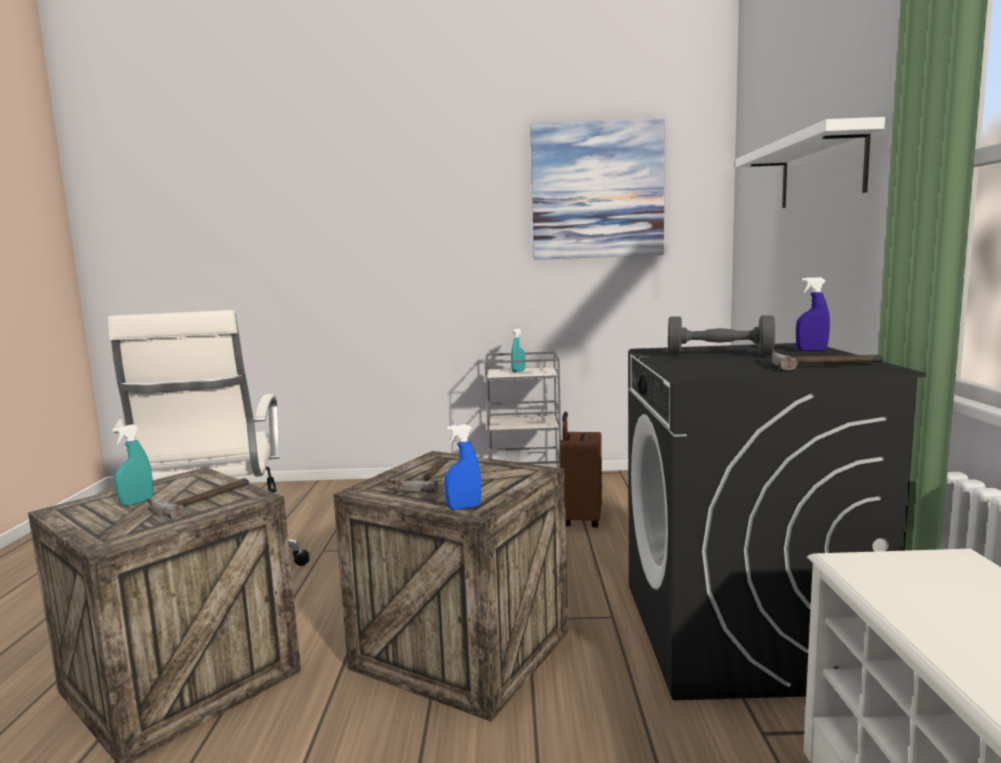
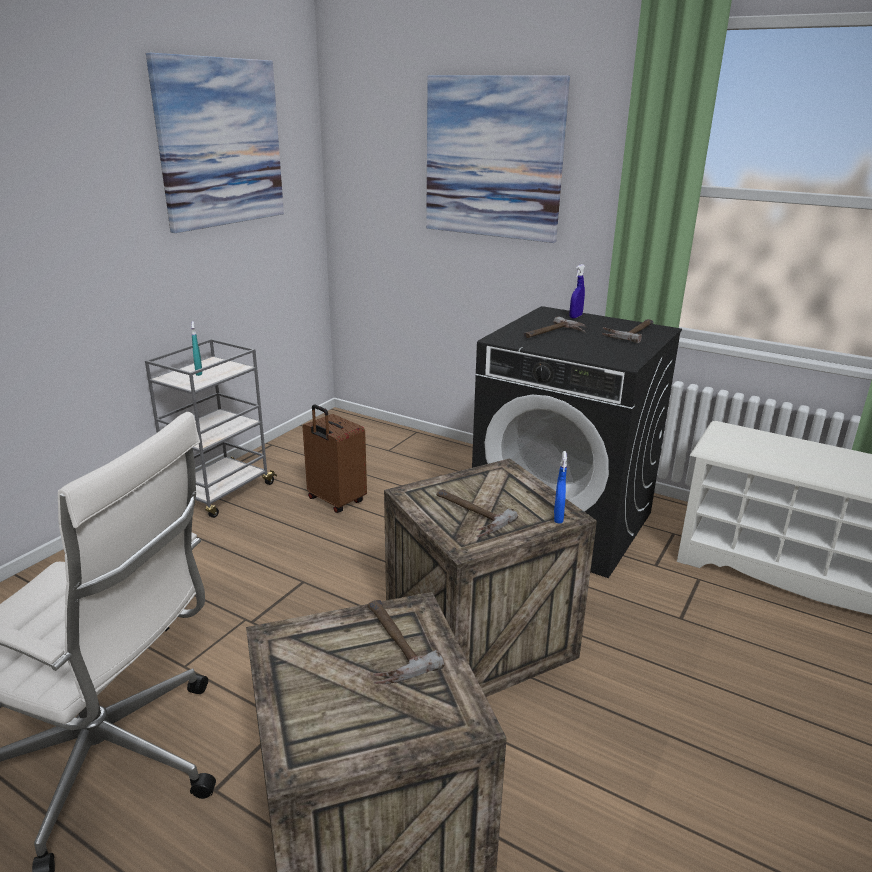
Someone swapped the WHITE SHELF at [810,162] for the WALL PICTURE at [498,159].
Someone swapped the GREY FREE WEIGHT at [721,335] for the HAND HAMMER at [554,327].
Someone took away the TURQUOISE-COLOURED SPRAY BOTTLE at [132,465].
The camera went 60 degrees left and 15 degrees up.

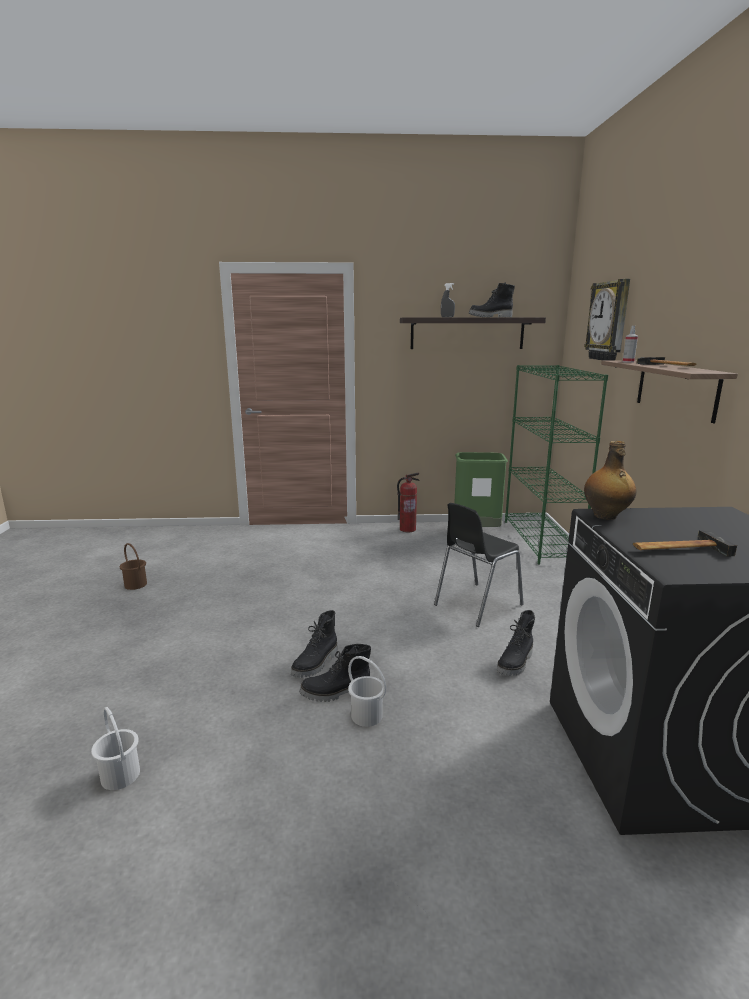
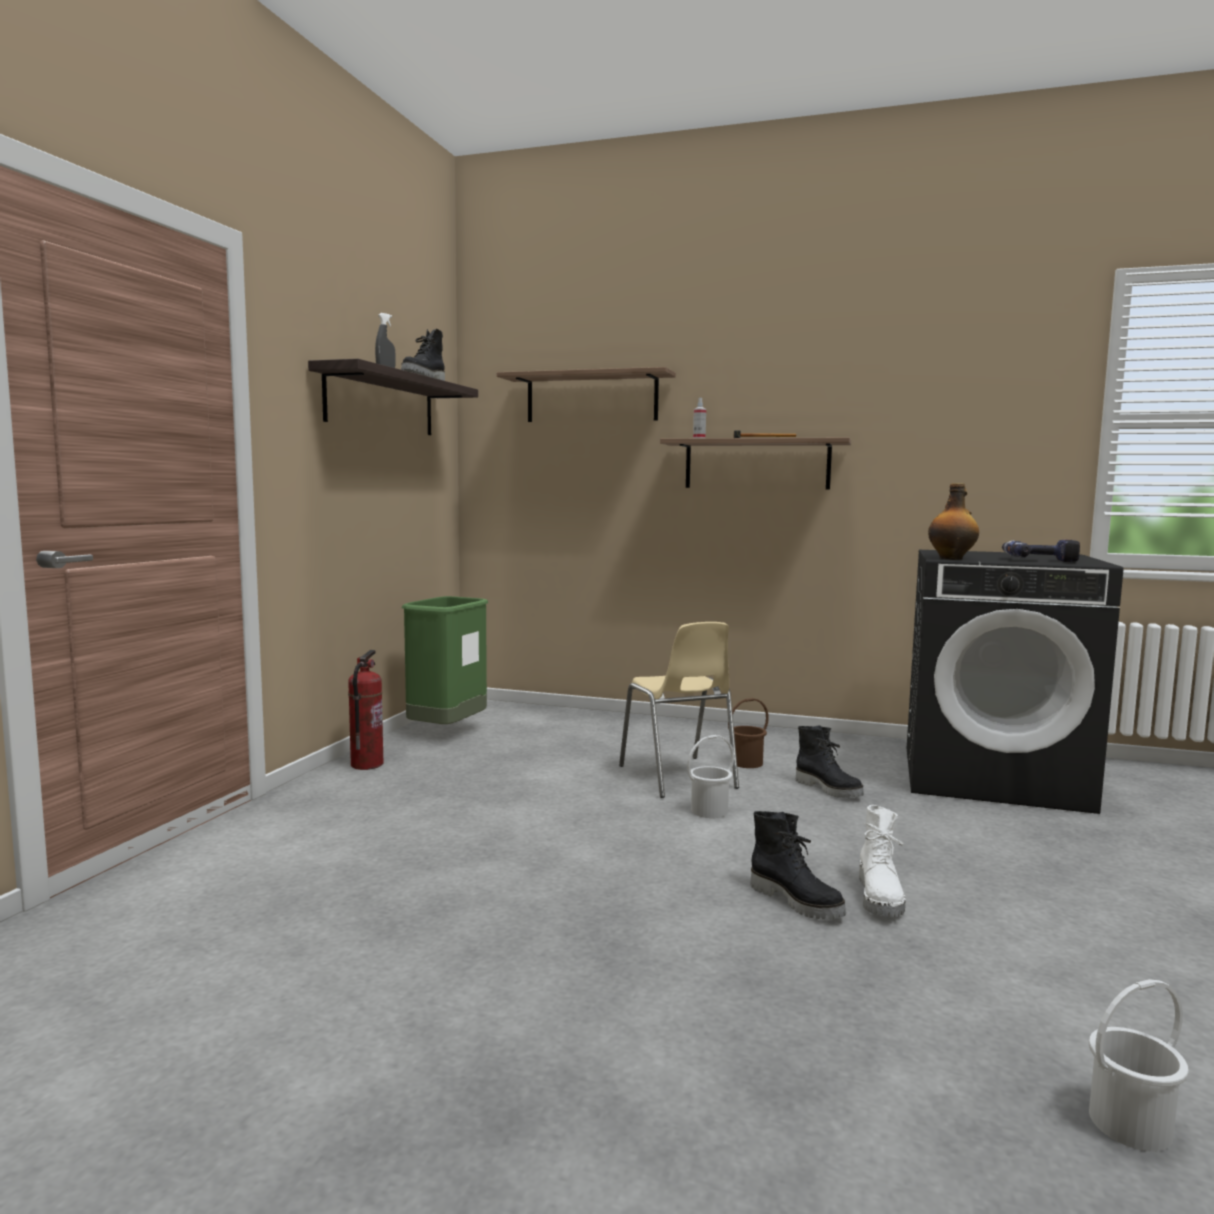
Someone swapped the HANGING CLOCK at [607,320] for the SHELF at [586,394].
Someone took away the GREENISH SHELVING UNIT at [556,464].
Someone repainted the BLACK CHAIR at [479,565], which became the SAND-COLOURED CHAIR at [679,710].
Someone swapped the HAND HAMMER at [685,543] for the POWER DRILL at [1041,550].
Someone carried the BROWN-COLOURED WATER BUCKET from [133,566] to [748,733].
Someone repainted the BLACK TALL BOOT at [335,673], which became the WHITE TALL BOOT at [882,861].
Someone carried the WHITE WATER BUCKET from [367,691] to [710,776].
The camera went 70 degrees left and 10 degrees down.

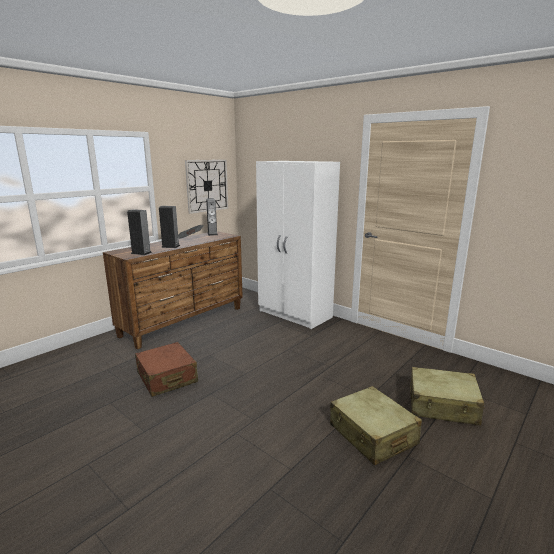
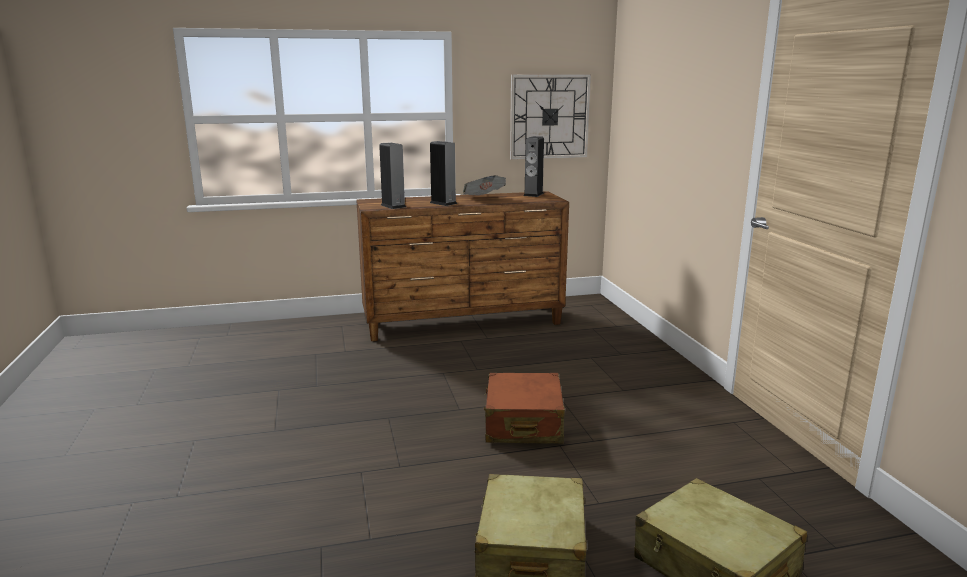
Someone took away the WHITE WARDROBE at [298,245].
Someone carried the BROWN-COLOURED SUITCASE from [166,369] to [524,408].
The camera went 35 degrees right and 0 degrees up.

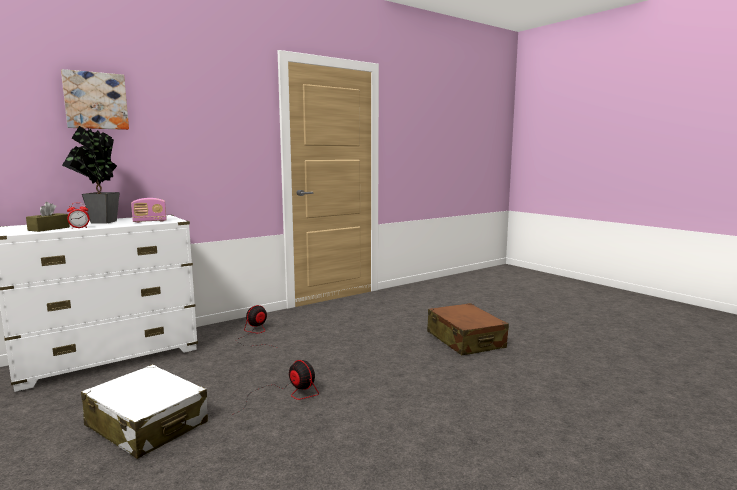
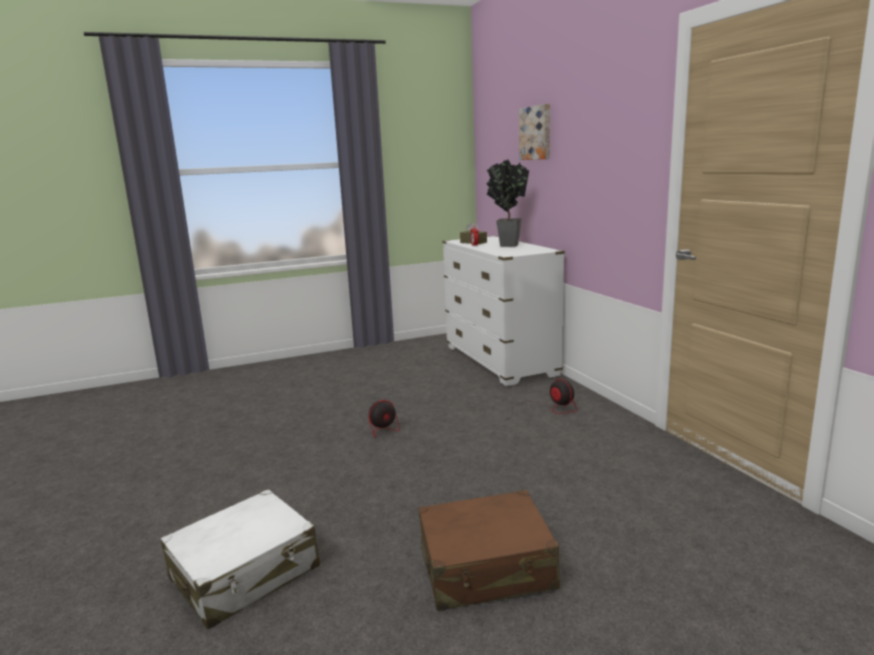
Someone took away the RADIO RECEIVER at [149,210].
Someone carried the WHITE SUITCASE from [144,411] to [240,559].
The camera went 105 degrees right and 5 degrees up.

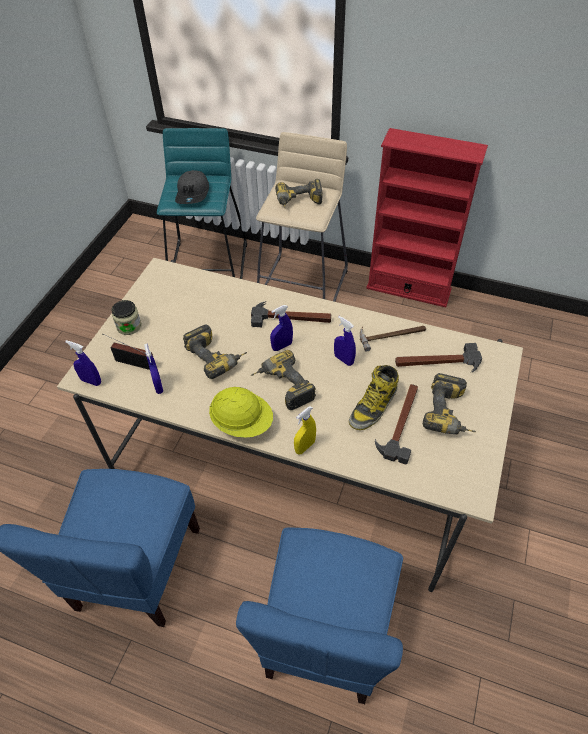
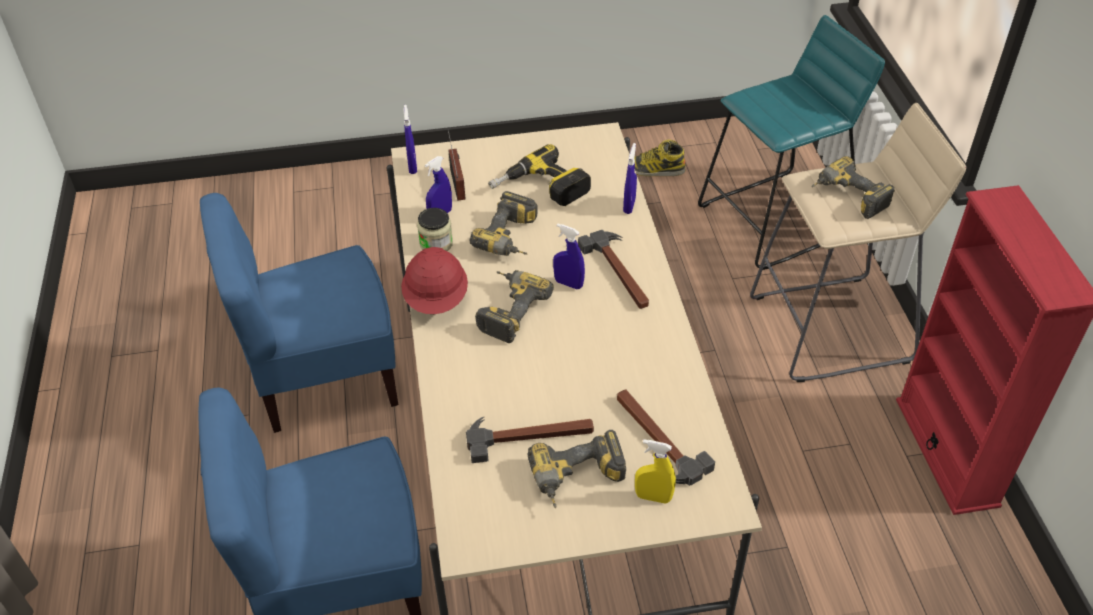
Someone took away the GREY PEAKED CAP at [192,187].
Someone carried the STORAGE JAR from [126,317] to [435,229].
Someone carried the BLUISH SPRAY BOTTLE from [345,341] to [630,178].
Someone took away the HAND HAMMER at [393,339].
Someone carried the TALL BOOT from [374,397] to [660,157].
Someone repainted the YELLOWISH WORK HELMET at [241,412], which became the RED-COLOURED WORK HELMET at [434,280].
Someone carried the YELLOWISH SPRAY BOTTLE from [305,430] to [655,471].
Someone put down the POWER DRILL at [539,175].
The camera went 60 degrees right and 5 degrees down.

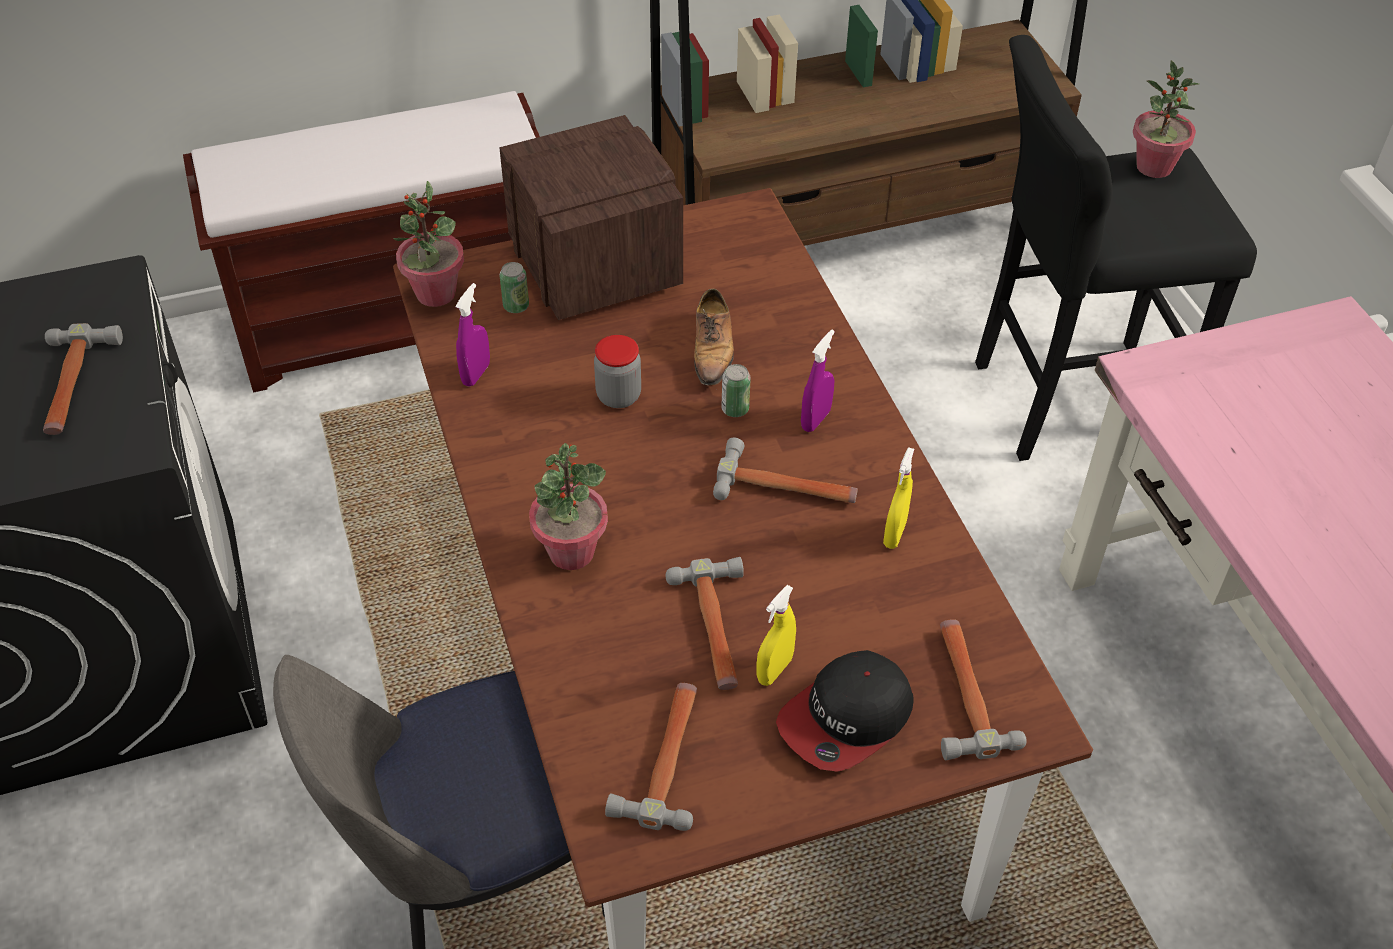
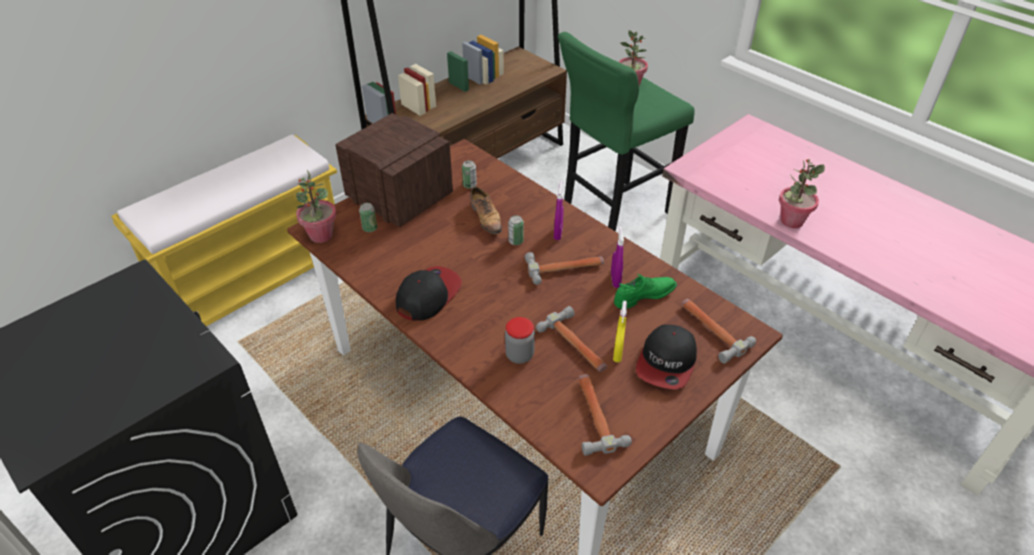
Someone repainted the BLACK SITTING STOOL at [1116,248], which became the GREENISH SITTING STOOL at [626,132].
Someone repainted the BROWN-COLOURED INDOOR BENCH at [361,241], which became the YELLOWISH INDOOR BENCH at [224,230].
Someone carried the PURPLE-COLOURED SPRAY BOTTLE from [473,335] to [617,257].
Someone took away the HAND HAMMER at [83,379].
Someone carried the STORAGE JAR from [617,371] to [520,340].
Someone carried the POTTED PLANT from [568,506] to [802,193].
Someone took away the YELLOWISH SPRAY BOTTLE at [898,498].
Someone put down the SEALED CAN at [469,174].
Someone put down the PEAKED CAP at [429,293].
Someone put down the GREENISH LOW SHOE at [645,291].
The camera went 25 degrees left and 5 degrees down.

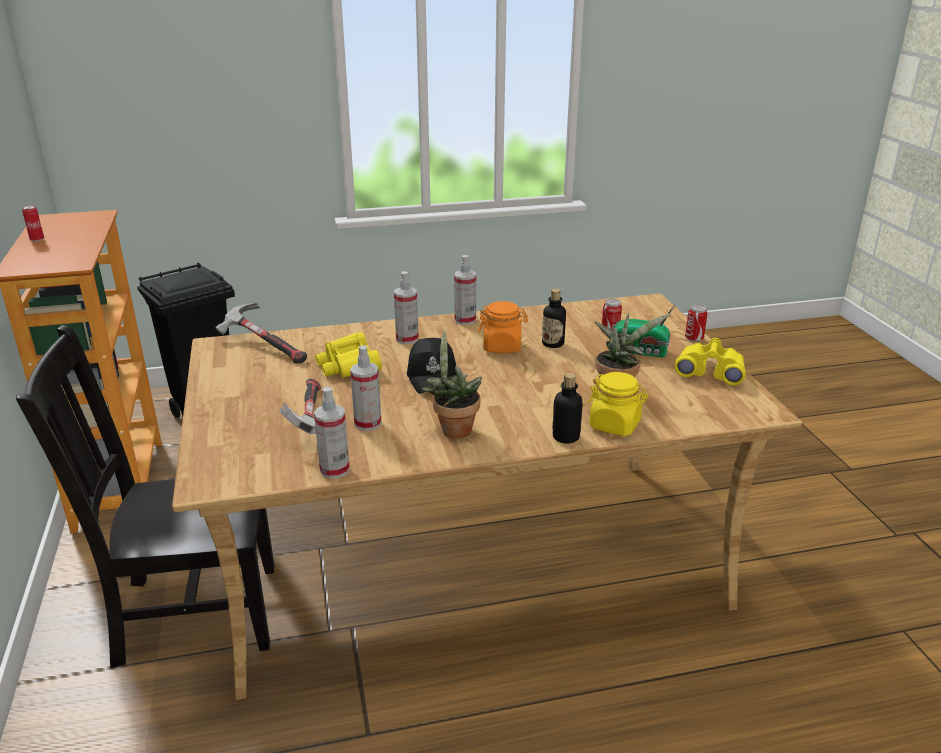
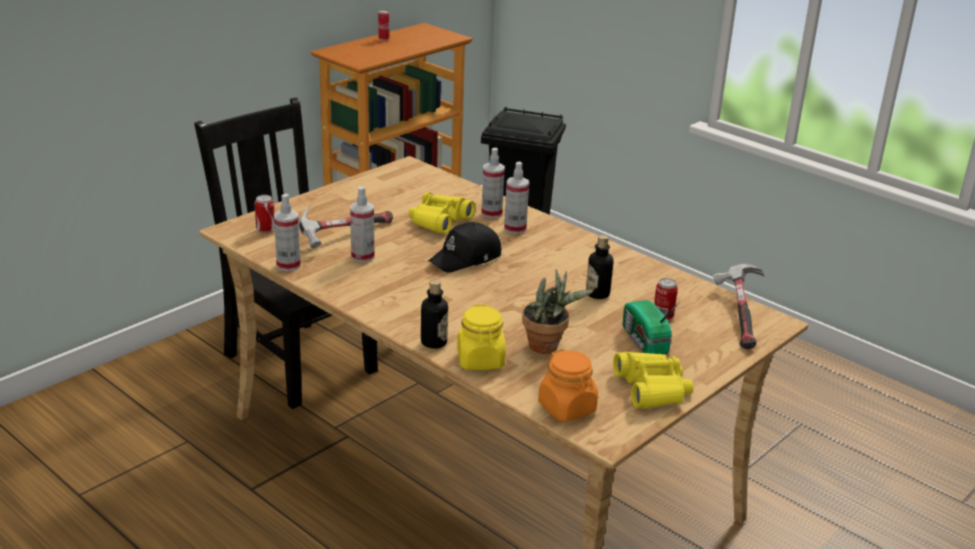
Someone carried the SPRAY BOTTLE from [465,290] to [493,183].
Someone carried the ORANGE STORAGE JAR from [503,327] to [568,385].
Someone carried the HAND HAMMER from [261,333] to [738,306].
Someone carried the SEALED CAN from [696,323] to [265,214].
Someone took away the POTTED PLANT at [451,384].
The camera went 55 degrees right and 0 degrees up.

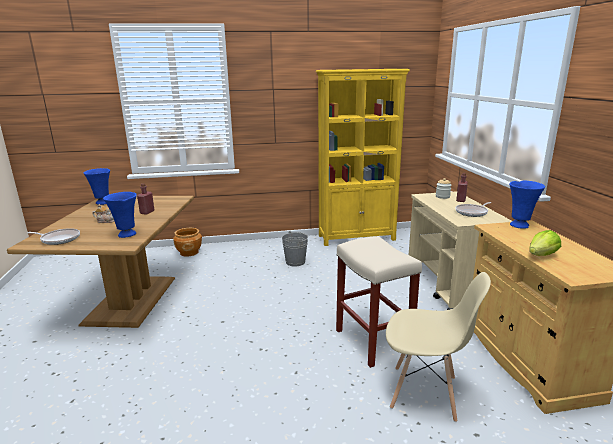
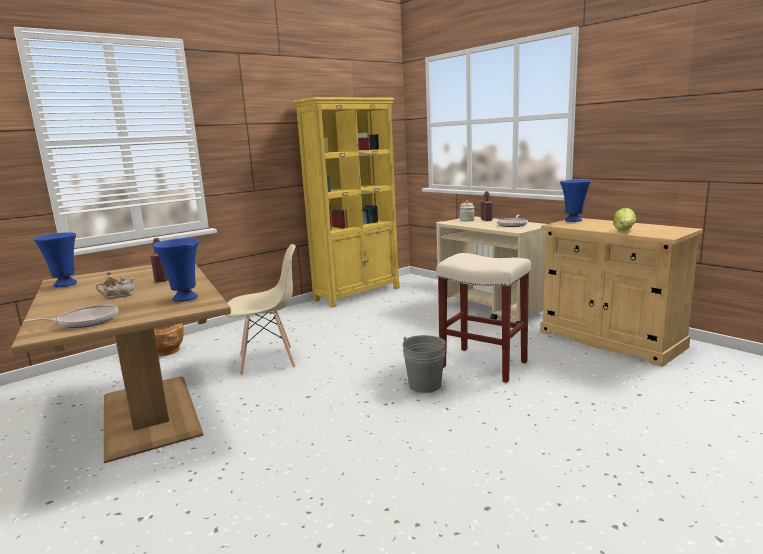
Someone carried the GREY WATER BUCKET from [295,248] to [424,364].
Someone carried the SAND-COLOURED CHAIR from [438,347] to [261,309].
The camera went 30 degrees left and 5 degrees down.

